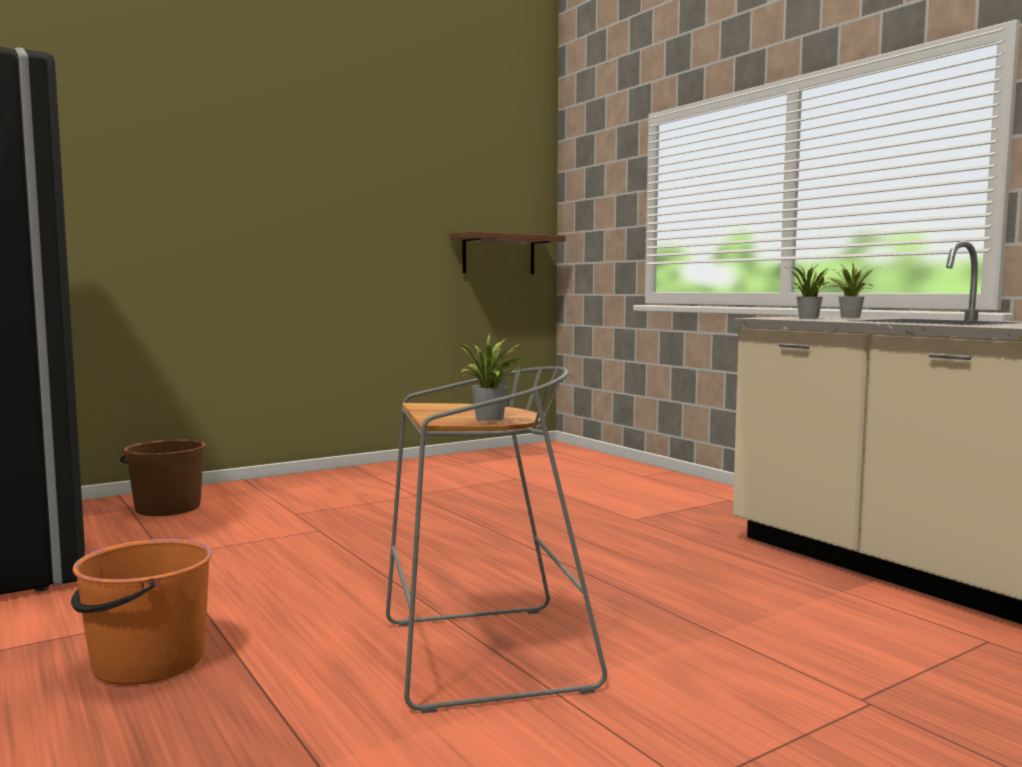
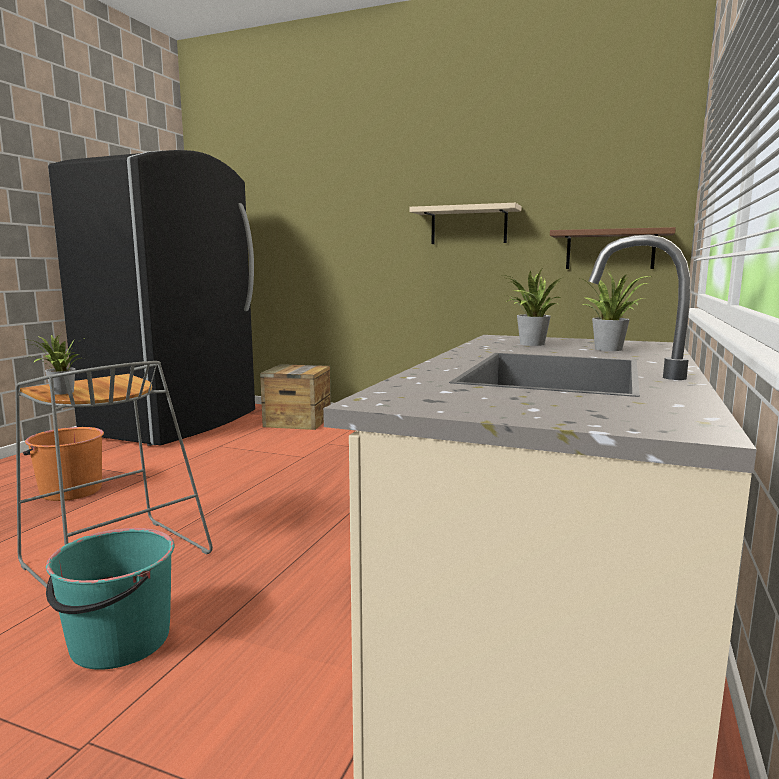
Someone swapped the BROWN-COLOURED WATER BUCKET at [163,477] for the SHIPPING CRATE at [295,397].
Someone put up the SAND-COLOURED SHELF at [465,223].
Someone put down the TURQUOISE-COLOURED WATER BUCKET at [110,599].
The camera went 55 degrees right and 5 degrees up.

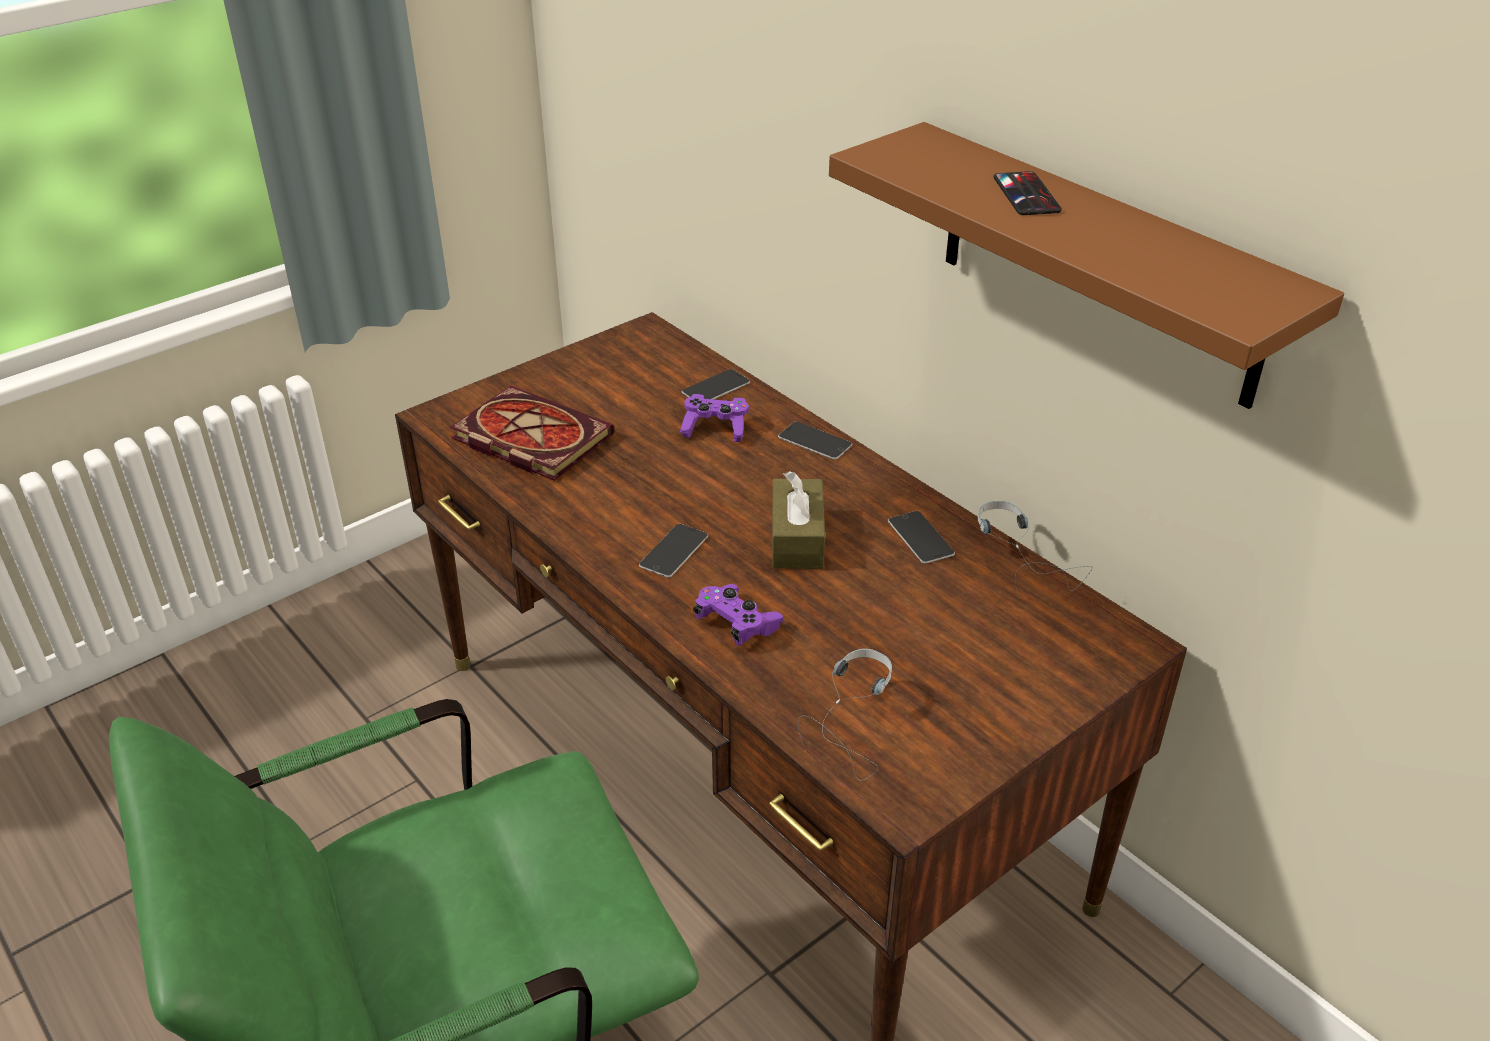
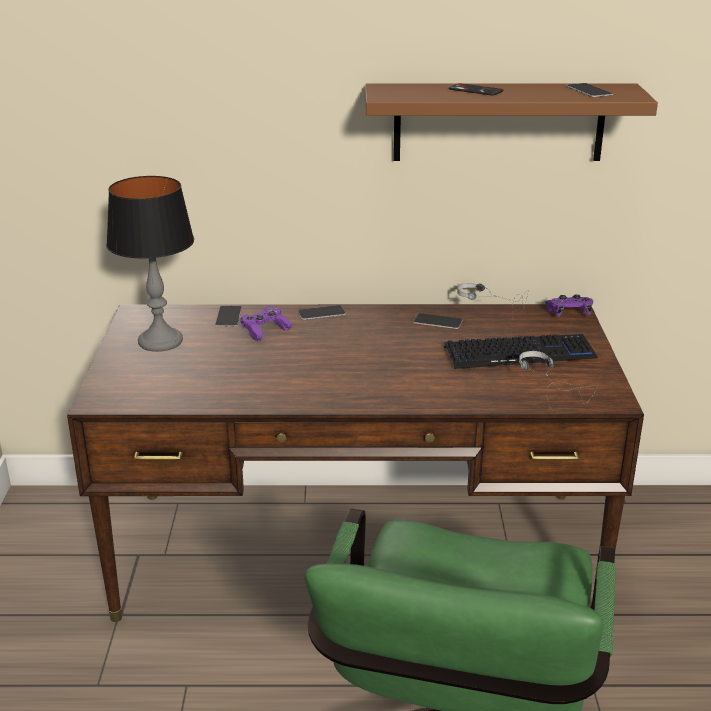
Someone took away the BOUND BOOK at [532,433].
Someone took away the BROWN-COLOURED BOX OF TISSUES at [798,520].
Someone carried the HANDSET from [673,551] to [589,90].
Someone carried the PURPLE-COLOURED GAME CONTROLLER from [738,615] to [569,305].
Someone put down the TABLETOP LAMP at [150,264].
Someone put down the PC KEYBOARD at [521,351].
The camera went 50 degrees left and 10 degrees down.

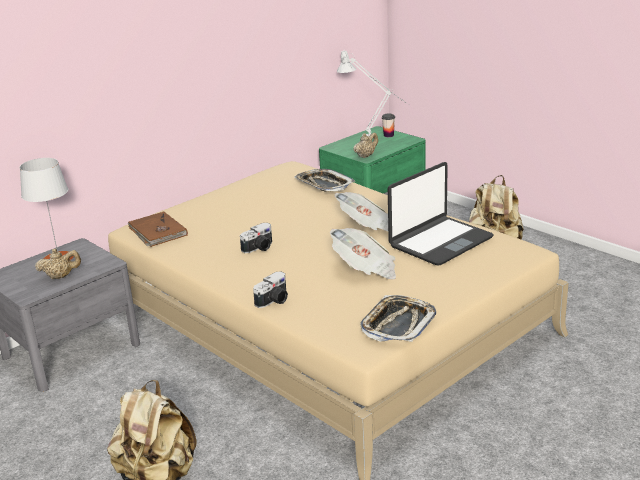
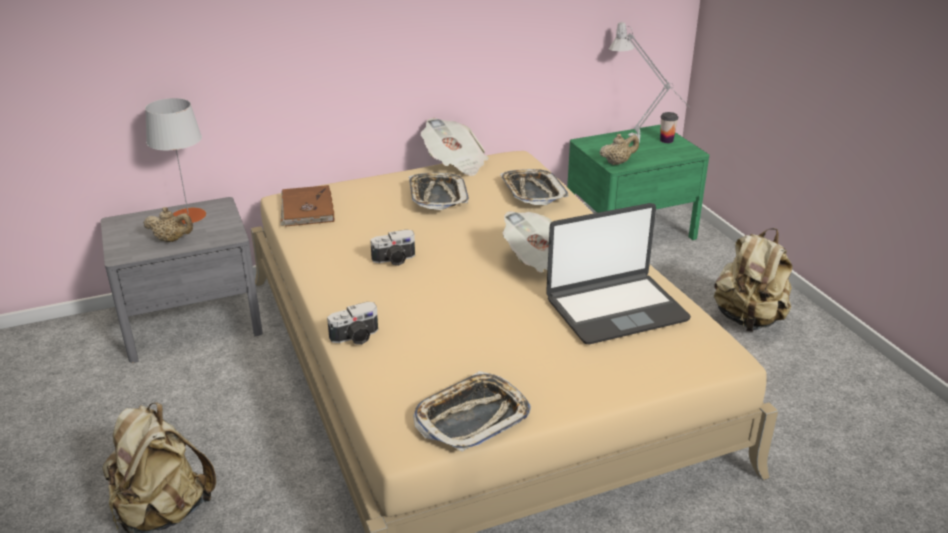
Someone carried the PRINTED PAPER from [363,254] to [455,147].
Someone put down the CARRYING TRAY at [439,191].
The camera went 20 degrees right and 5 degrees up.

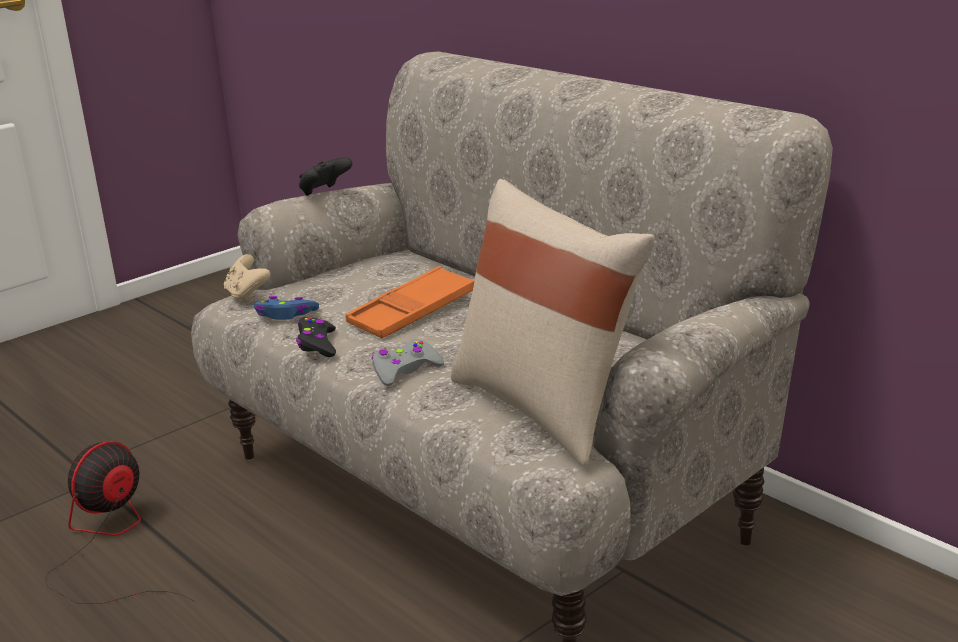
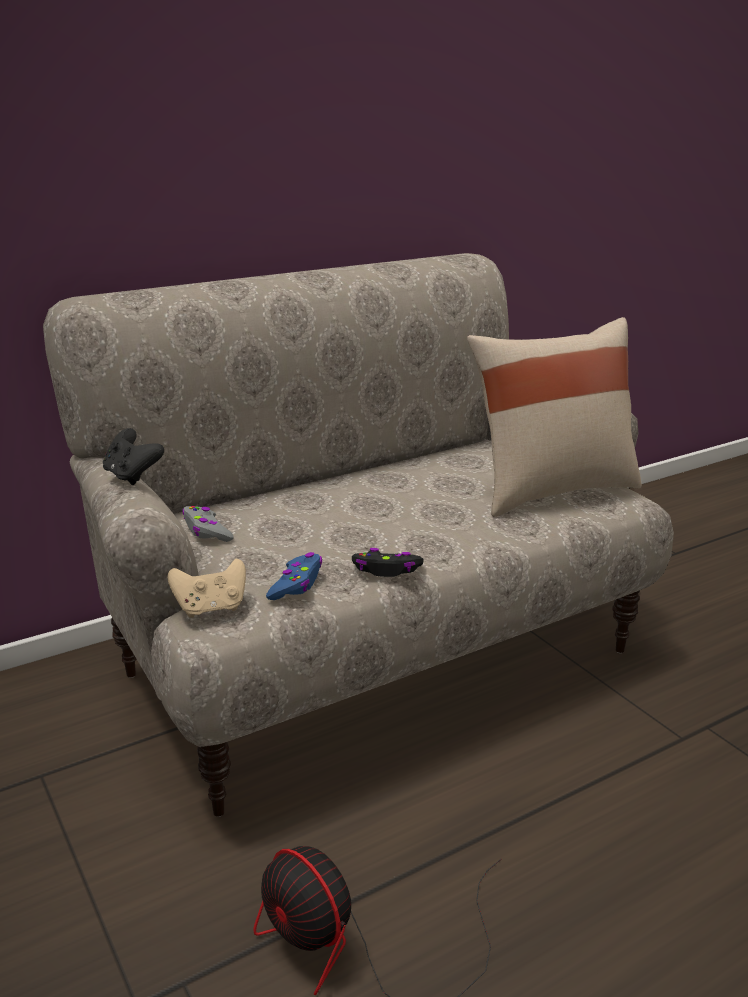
Someone took away the ORANGE CARRYING TRAY at [409,302].
Someone carried the GREY GAME CONTROLLER from [407,362] to [208,524].
The camera went 80 degrees left and 0 degrees up.

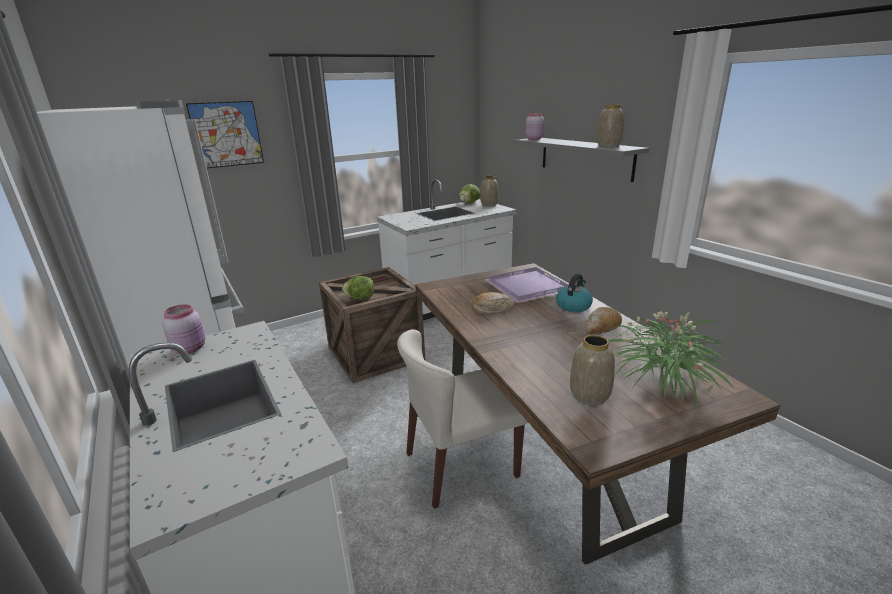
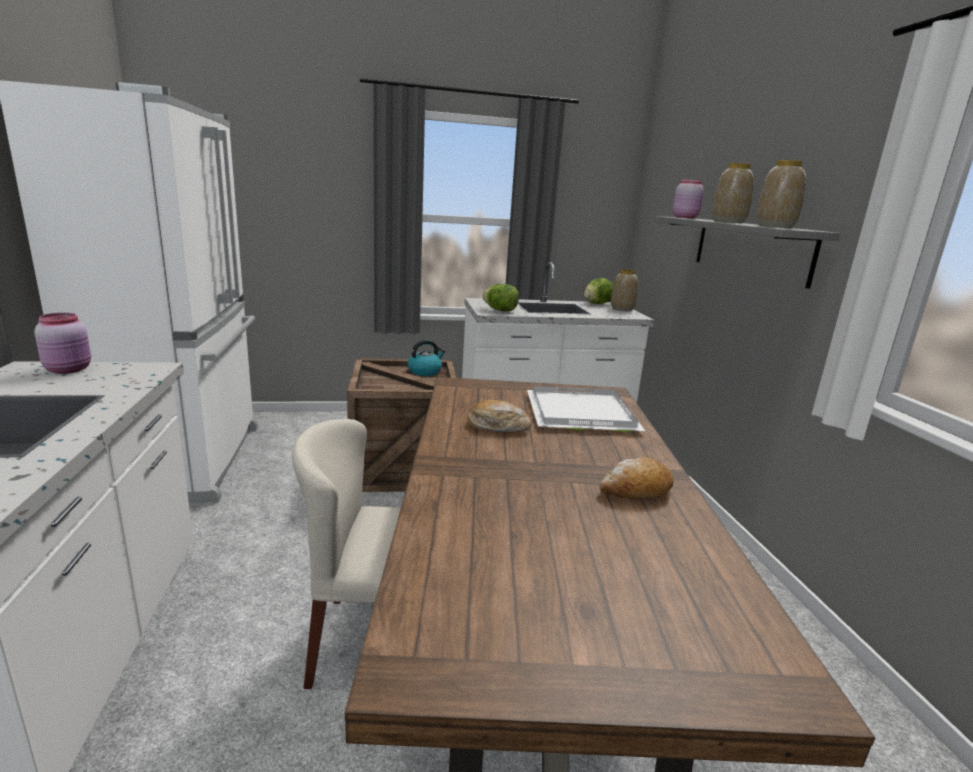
Someone took away the WALL PICTURE at [225,134].
Someone repainted the PURPLE-COLOURED CARRYING TRAY at [527,285], which became the WHITE CARRYING TRAY at [586,409].
Someone carried the TEA KETTLE from [574,293] to [426,358].
Someone carried the HEAD OF LETTUCE from [358,288] to [501,297].
Someone took away the POTTED PLANT at [669,358].
Someone carried the DECORATIVE VASE from [592,370] to [733,193].
The camera went 20 degrees right and 5 degrees down.

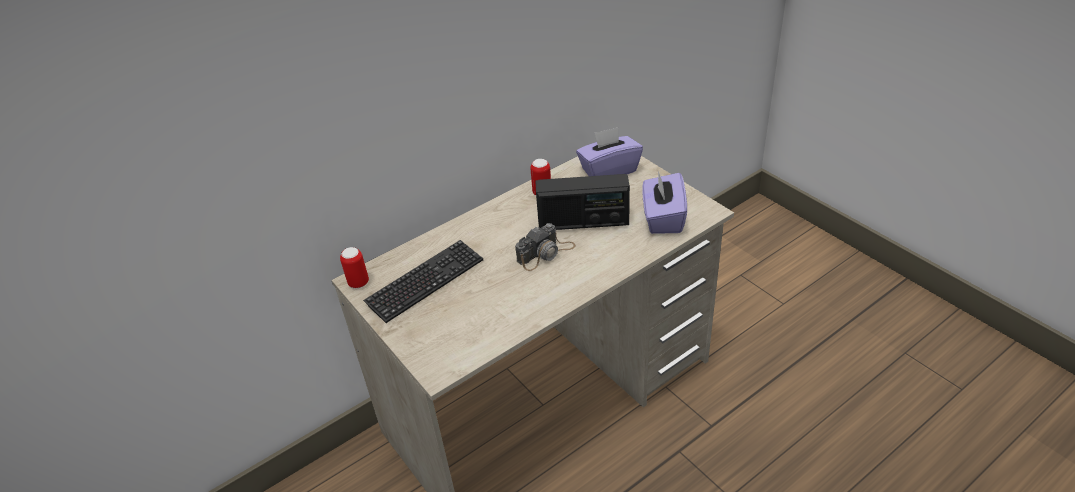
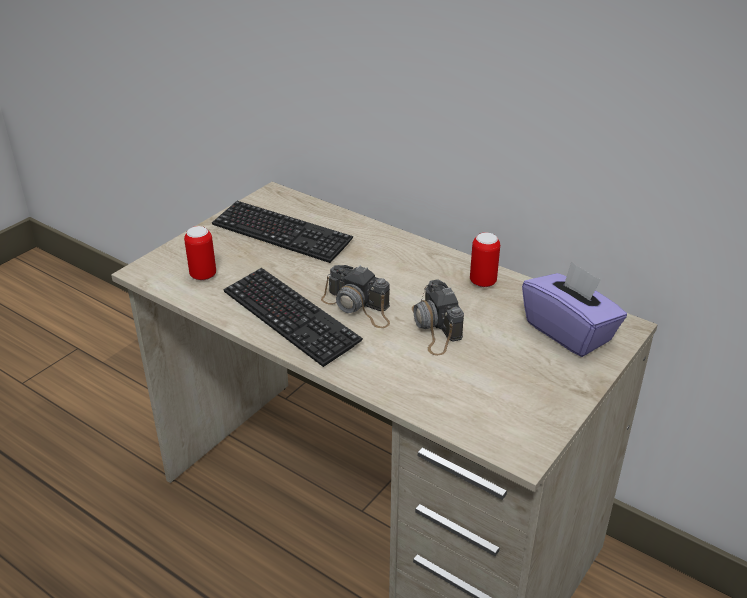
Someone took away the PURPLE-COLOURED BOX OF TISSUES at [664,202].
Someone swapped the RADIO RECEIVER at [583,202] for the STILL CAMERA at [438,317].
Someone carried the SEALED CAN from [354,267] to [200,253].
Someone put down the PC KEYBOARD at [293,317].
The camera went 70 degrees right and 5 degrees down.

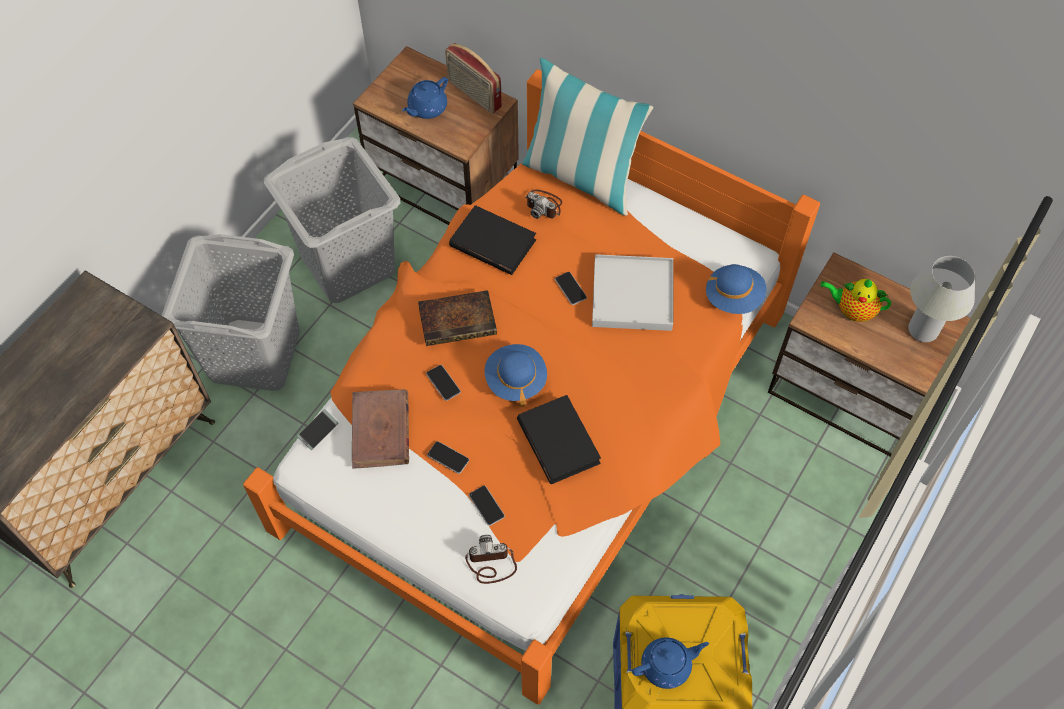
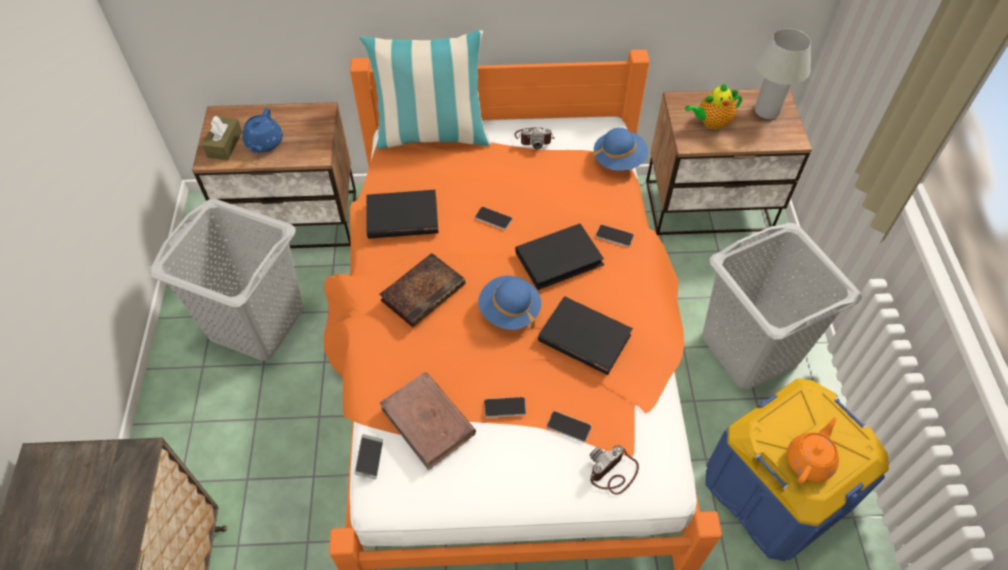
Someone took away the RADIO RECEIVER at [473,78].
Someone carried the STILL CAMERA from [543,204] to [534,138].
Someone carried the GREY HAMPER from [231,312] to [782,306].
Someone took away the WHITE CARRYING TRAY at [632,292].
Someone carried the HANDSET from [443,383] to [615,236].
Someone repainted the BLUISH POT FOR TEA at [670,663], which became the ORANGE POT FOR TEA at [813,450].
Someone put down the BROWN-COLOURED BOX OF TISSUES at [222,138].
Someone put down the BLACK BOUND BOOK at [559,256].
The camera went 35 degrees left and 5 degrees down.

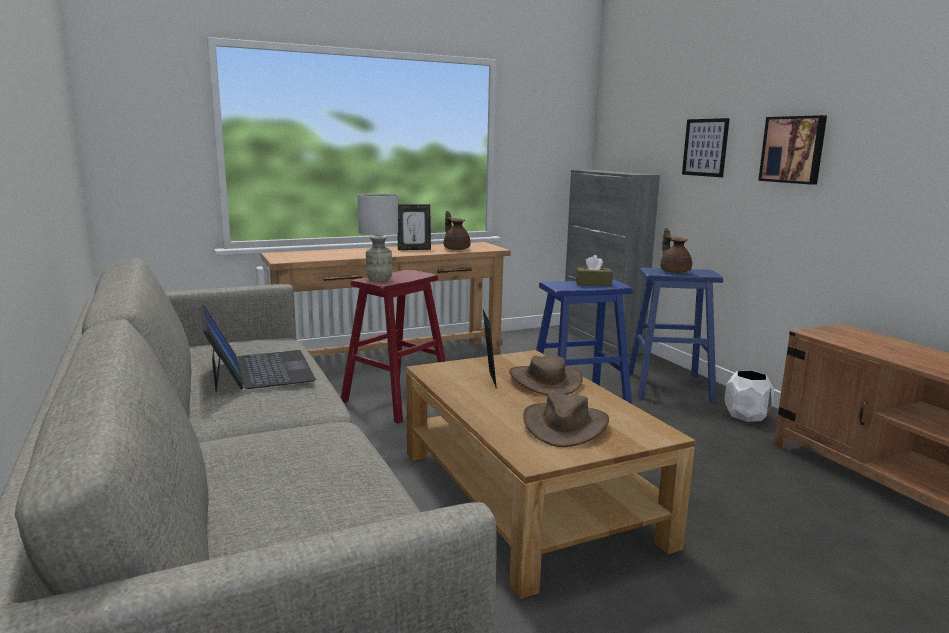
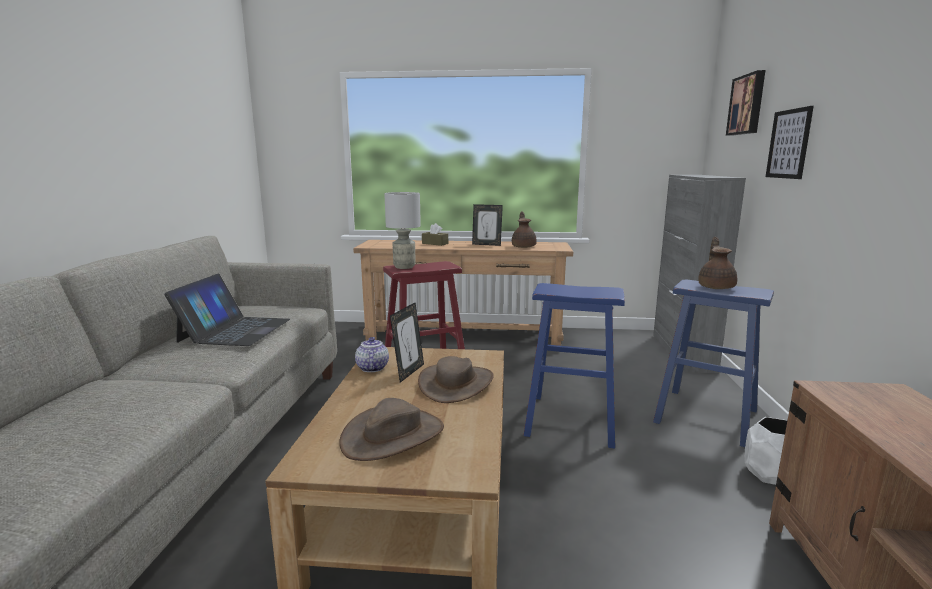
Someone carried the WALL PICTURE from [792,150] to [745,103].
Someone carried the BROWN-COLOURED BOX OF TISSUES from [594,270] to [435,234].
Someone put down the POT FOR TEA at [372,354].
The camera went 30 degrees right and 0 degrees up.

